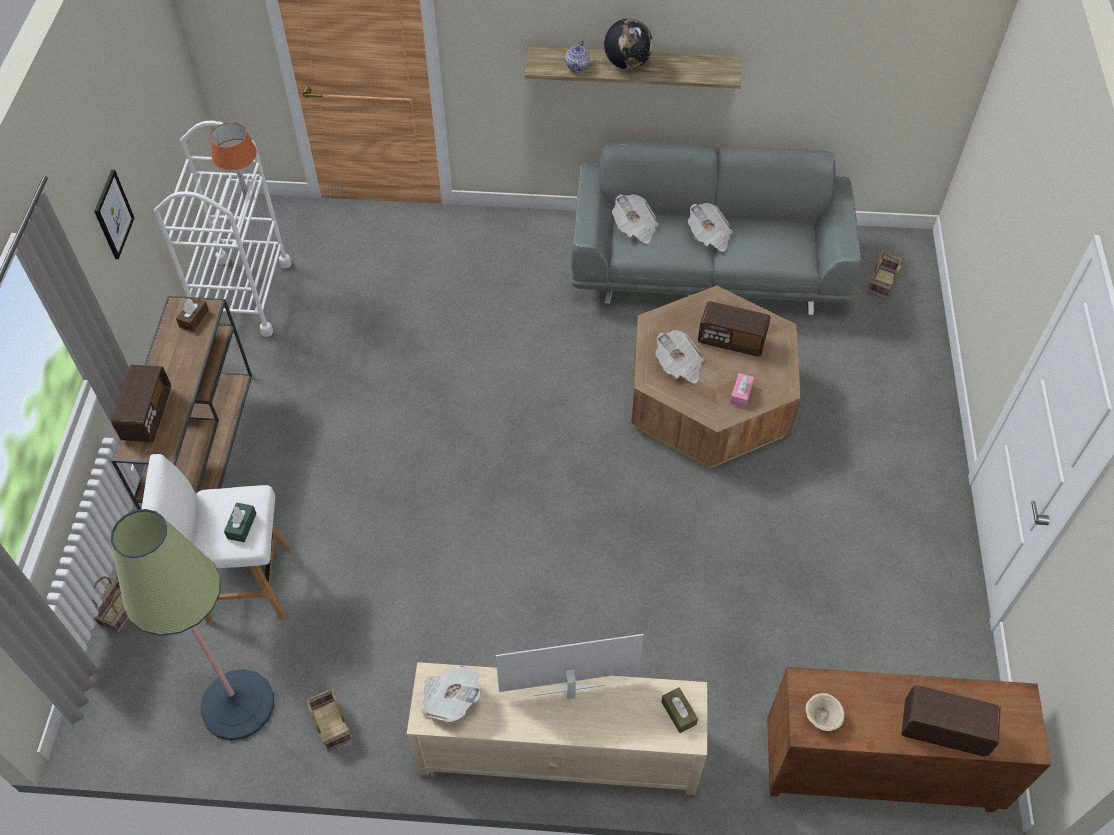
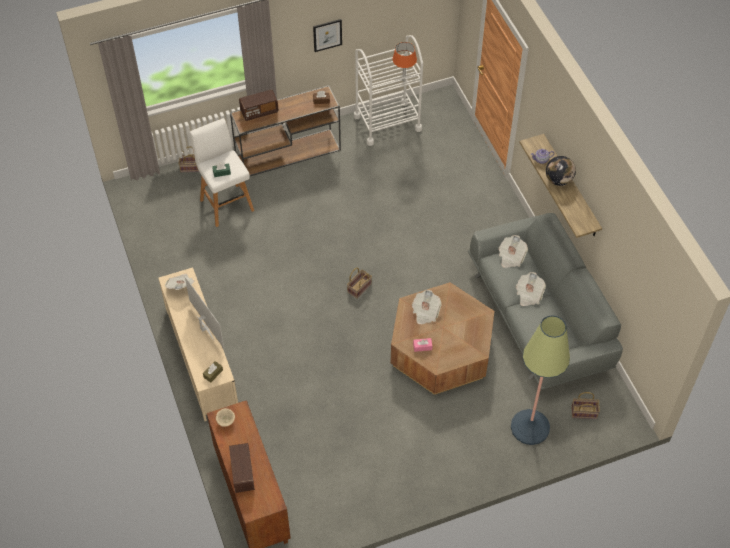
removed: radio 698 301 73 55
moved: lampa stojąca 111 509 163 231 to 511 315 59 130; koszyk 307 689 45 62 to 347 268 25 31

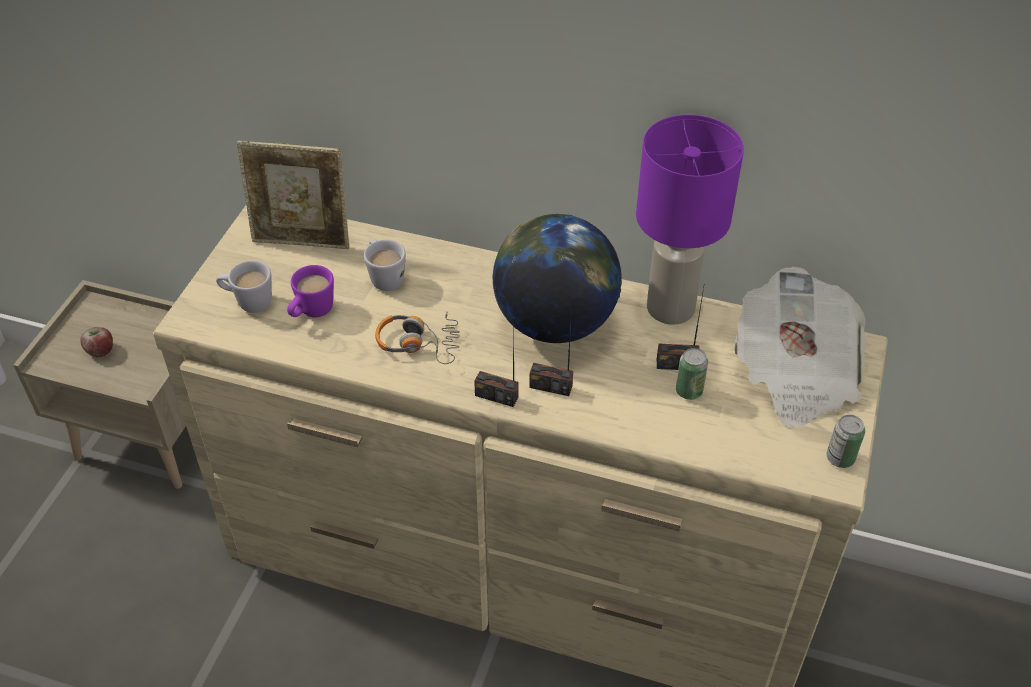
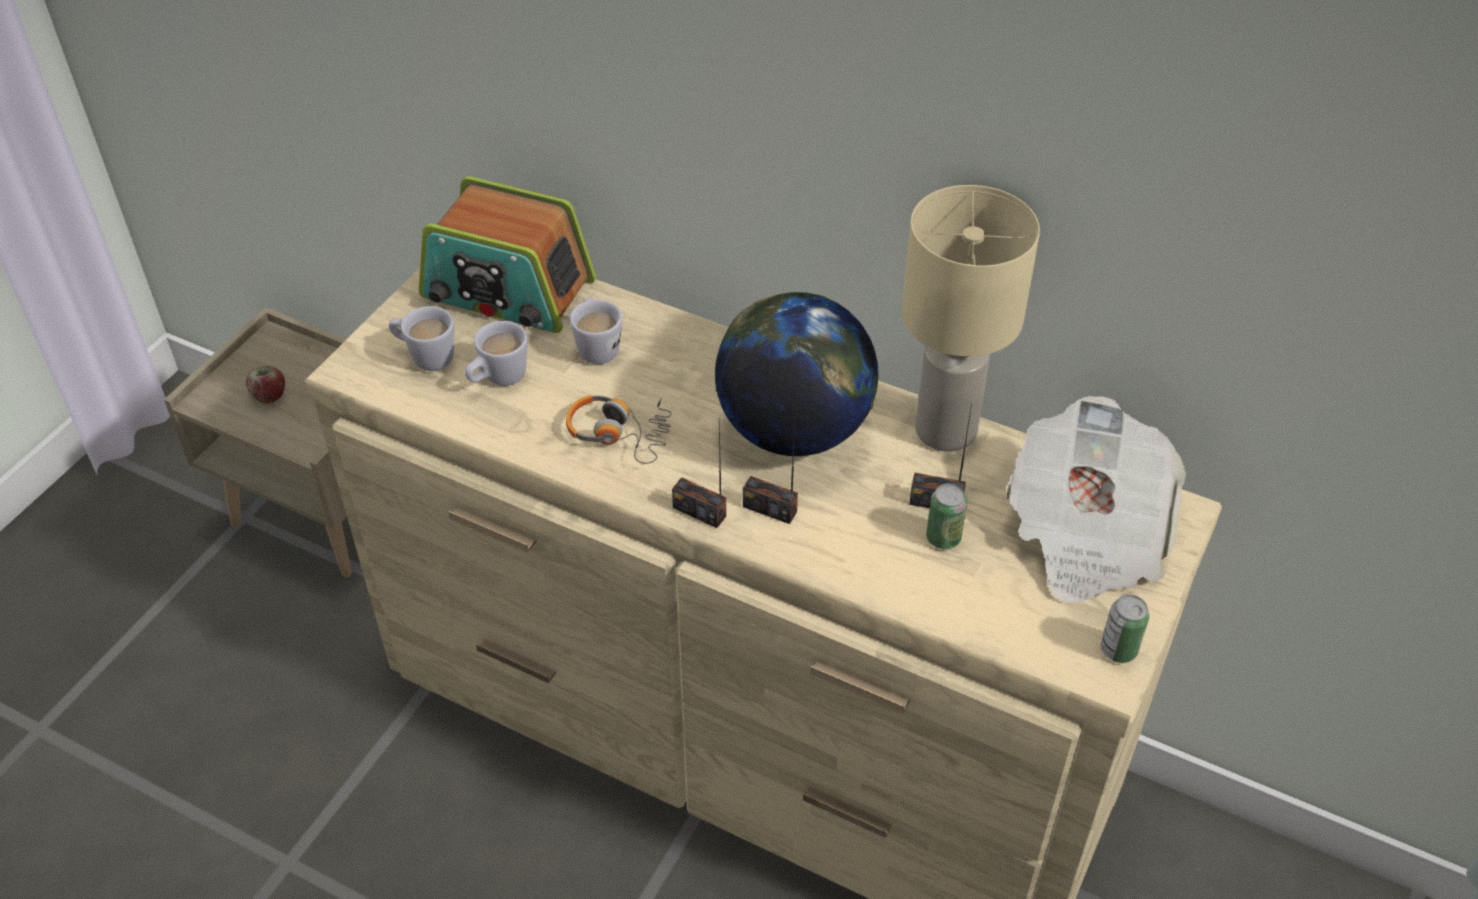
replaced: ramka na zdjęcie 237 140 112 109 to radio 419 176 177 157
recoloured: kubek/fioletowy 287 265 47 52 to kubek/biały 465 321 62 65; lampa stołowa/fioletowy 636 115 108 209 to lampa stołowa/beżowy 901 185 139 267

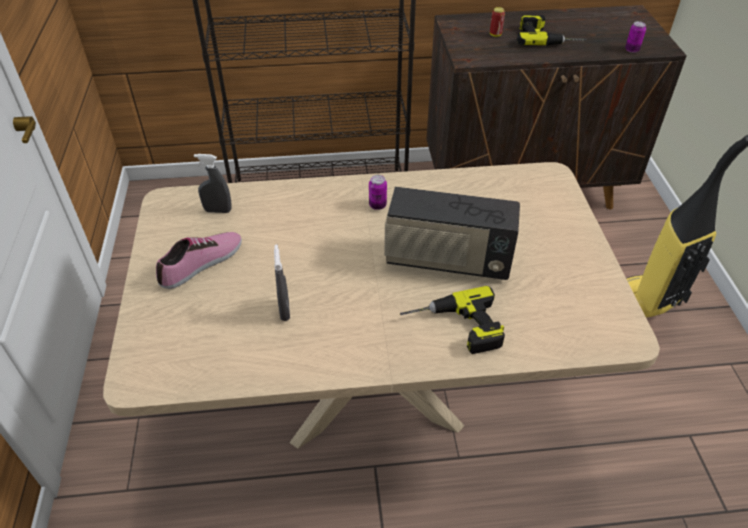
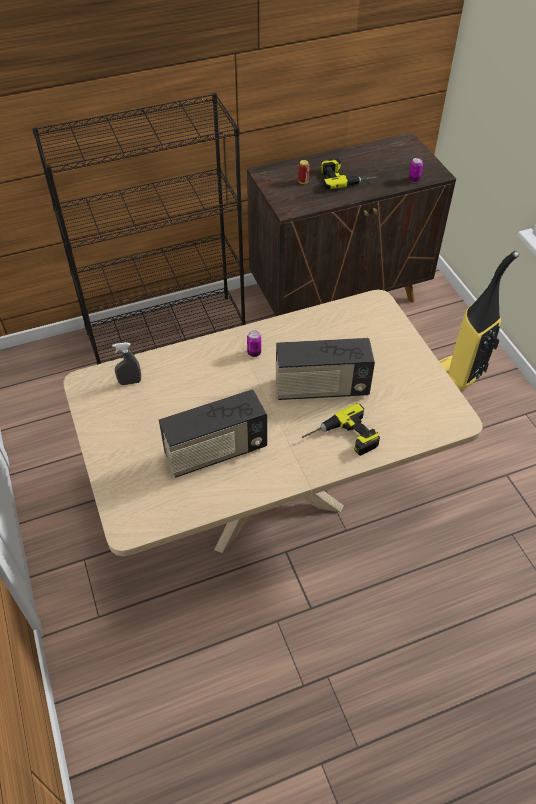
removed: but 156 232 86 57
replaced: spryskiwacz/szary 274 244 16 77 to radio 159 389 108 89

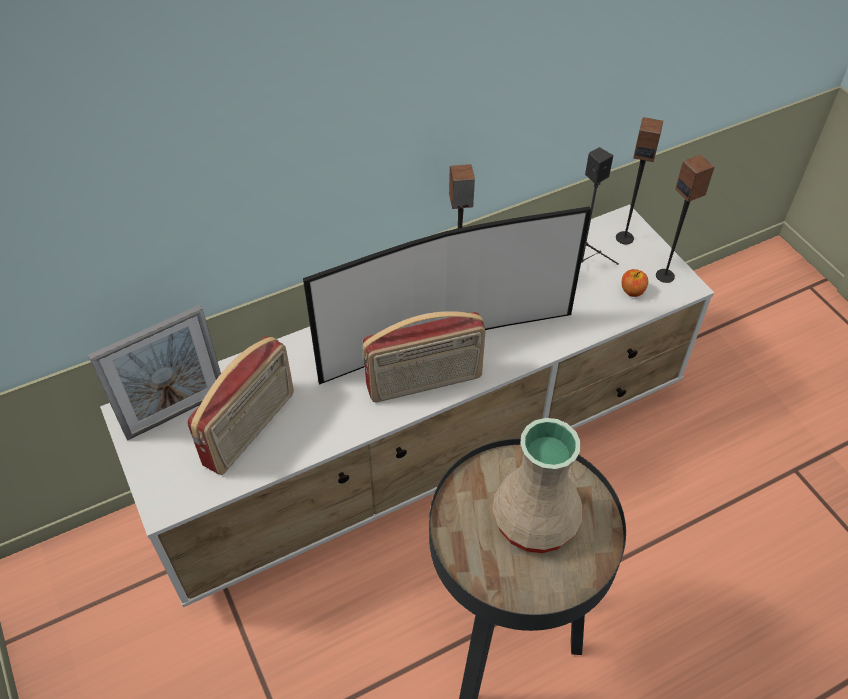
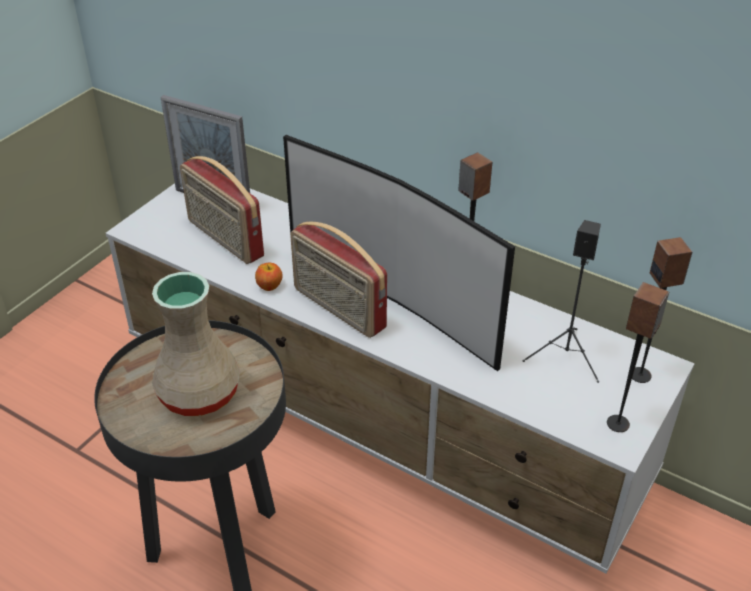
moved: jabłko 622 269 26 28 to 255 263 27 28
turned: radio 187 336 107 139 = 180 156 84 108 45 degrees clockwise

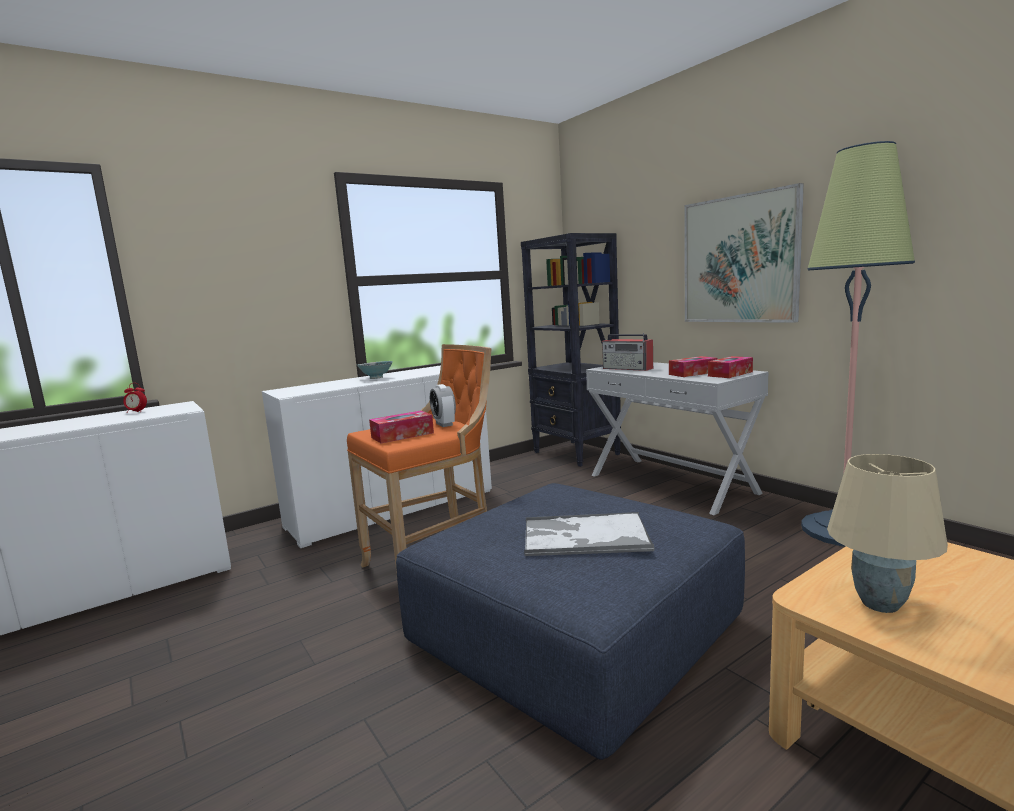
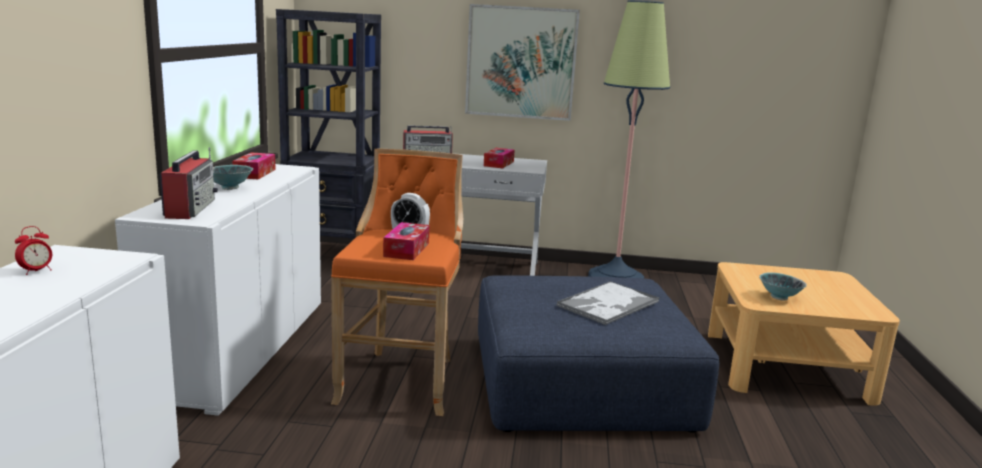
added: radio 160 147 58 72
moved: pudełko chusteczek 708 356 45 22 to 232 152 44 27
replaced: lampa stołowa/beżowy 827 454 121 159 to miska 759 272 48 29

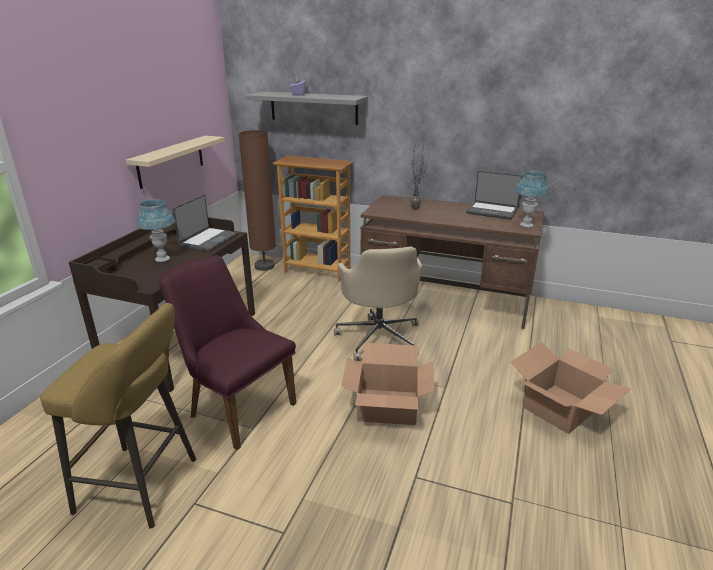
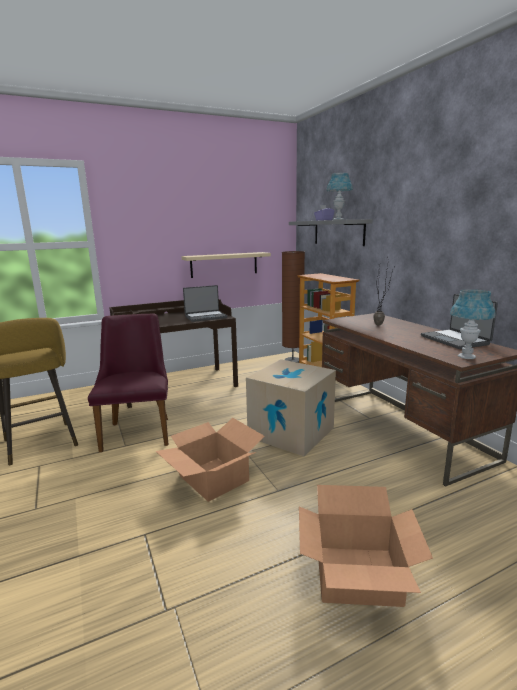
moved: lampa stołowa/niebieski 137 199 38 63 to 326 173 27 47
replaced: krzesło biurowe/beżowy 334 247 88 114 to karton 246 359 90 97

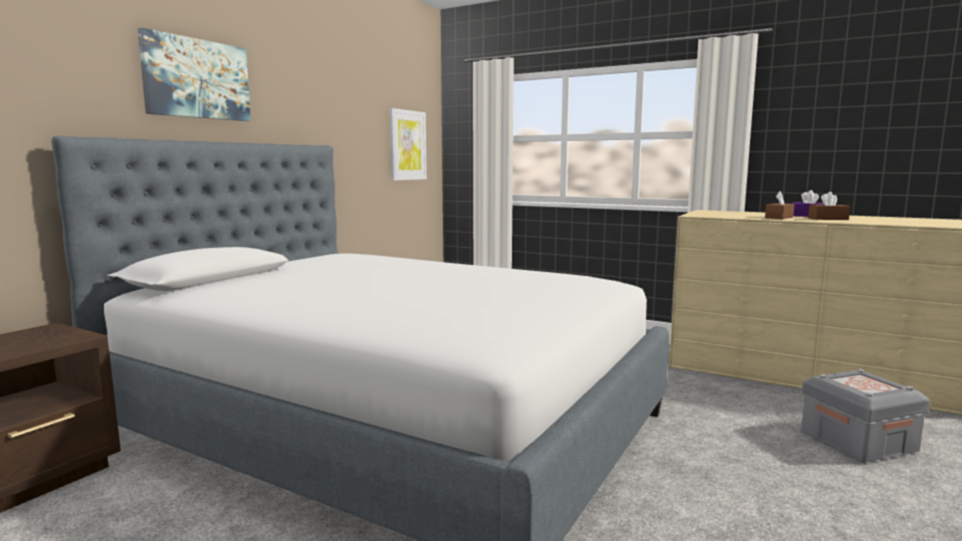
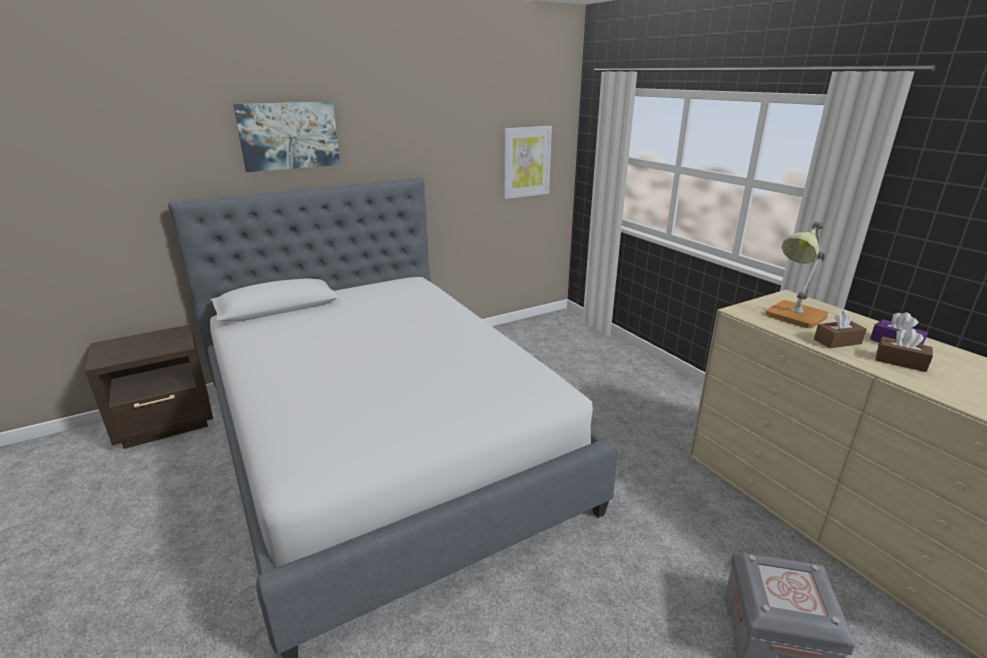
added: lampa stołowa 765 221 63 107

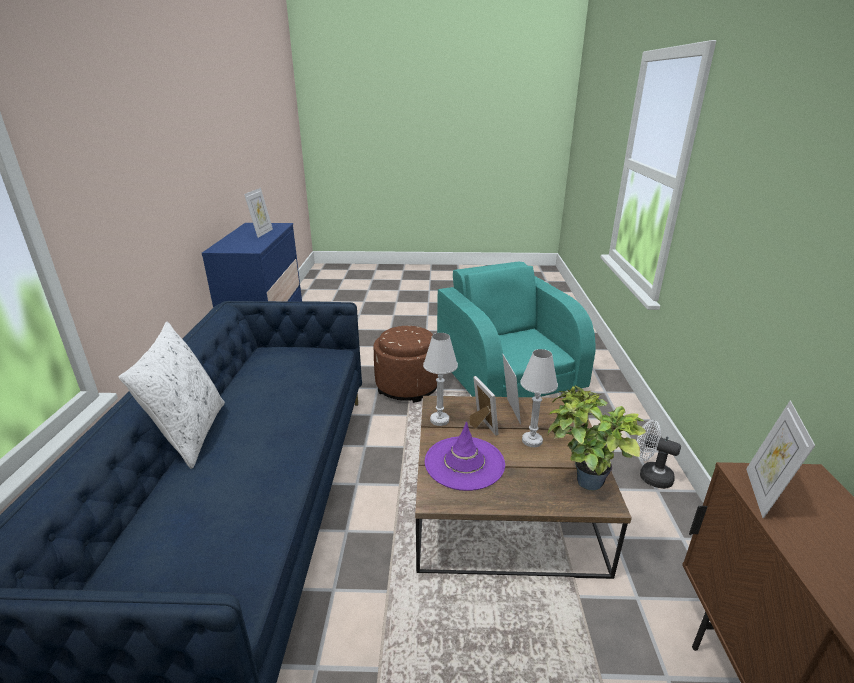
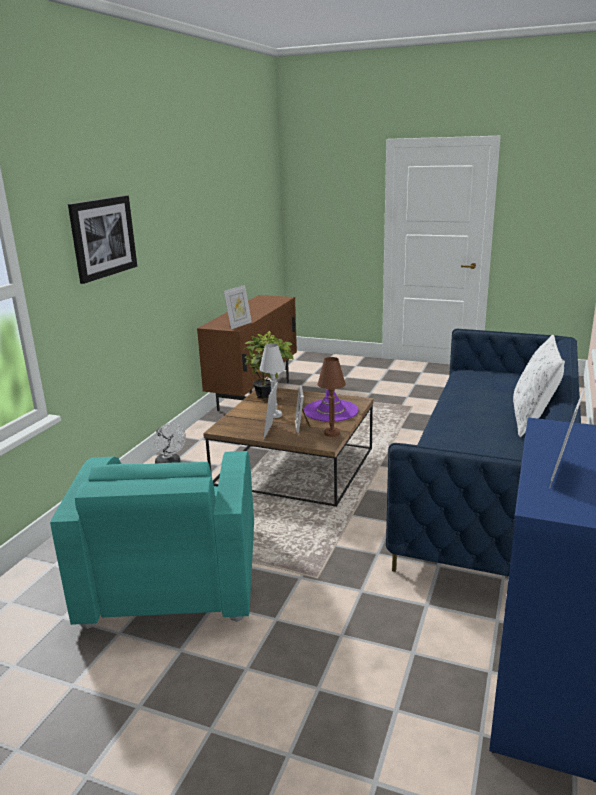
removed: pufa/brązowy 374 326 64 77
added: obraz 68 195 69 89
recoloured: lampa stołowa/biały 423 333 35 93 to lampa stołowa/brązowy 317 357 29 80

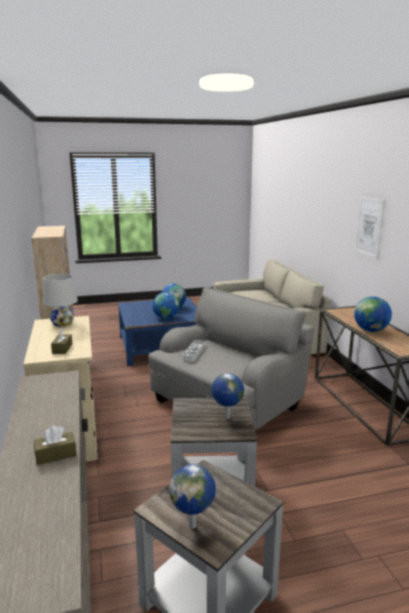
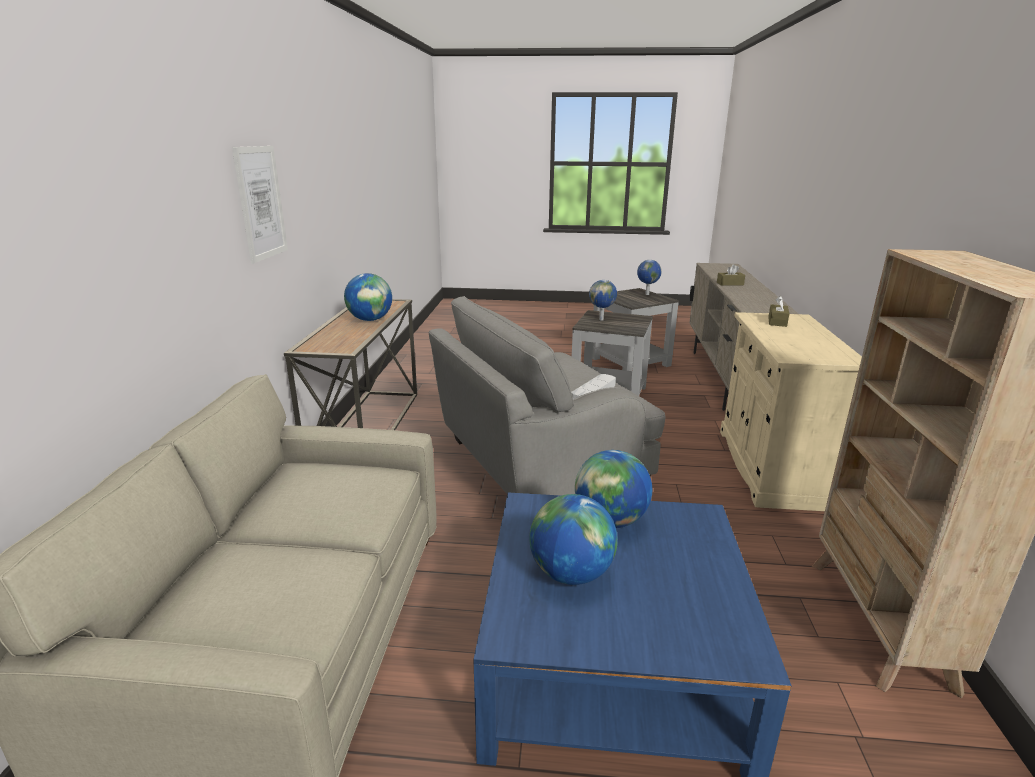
removed: lampa stołowa/biały 43 274 35 53

